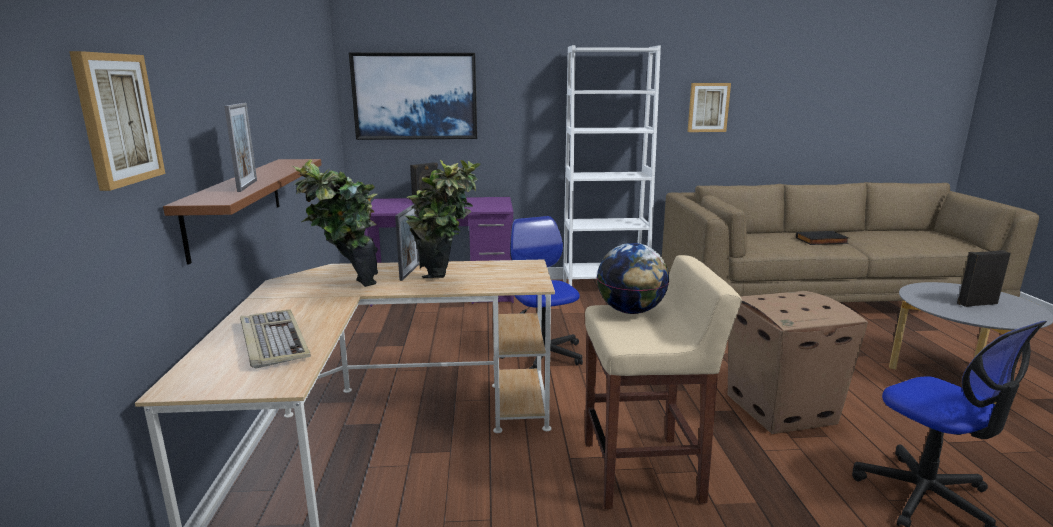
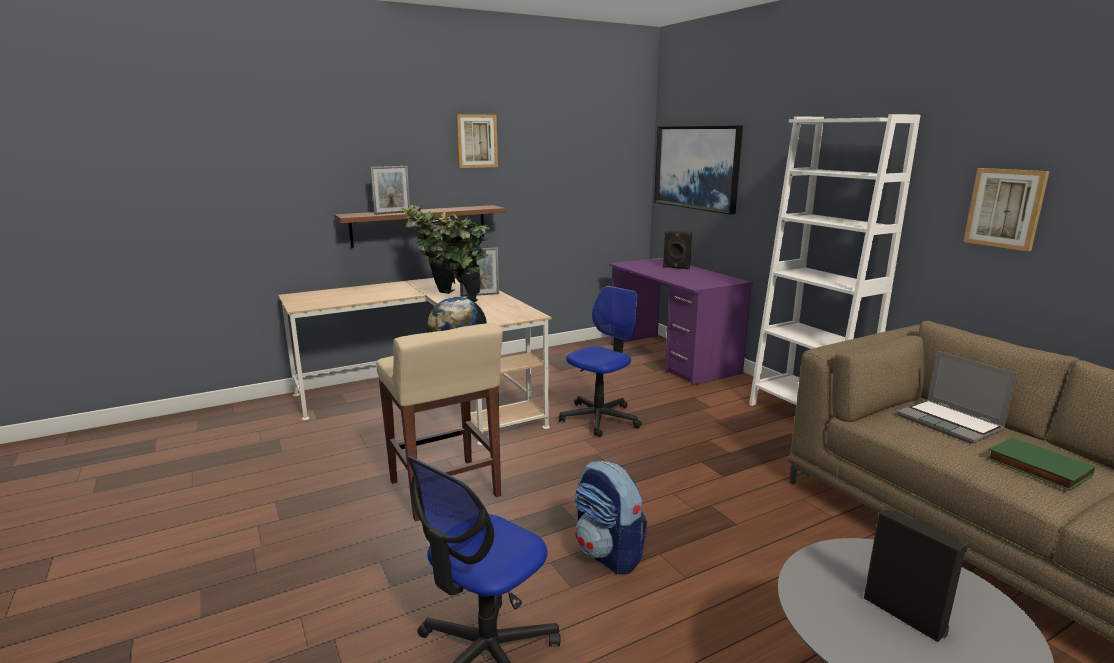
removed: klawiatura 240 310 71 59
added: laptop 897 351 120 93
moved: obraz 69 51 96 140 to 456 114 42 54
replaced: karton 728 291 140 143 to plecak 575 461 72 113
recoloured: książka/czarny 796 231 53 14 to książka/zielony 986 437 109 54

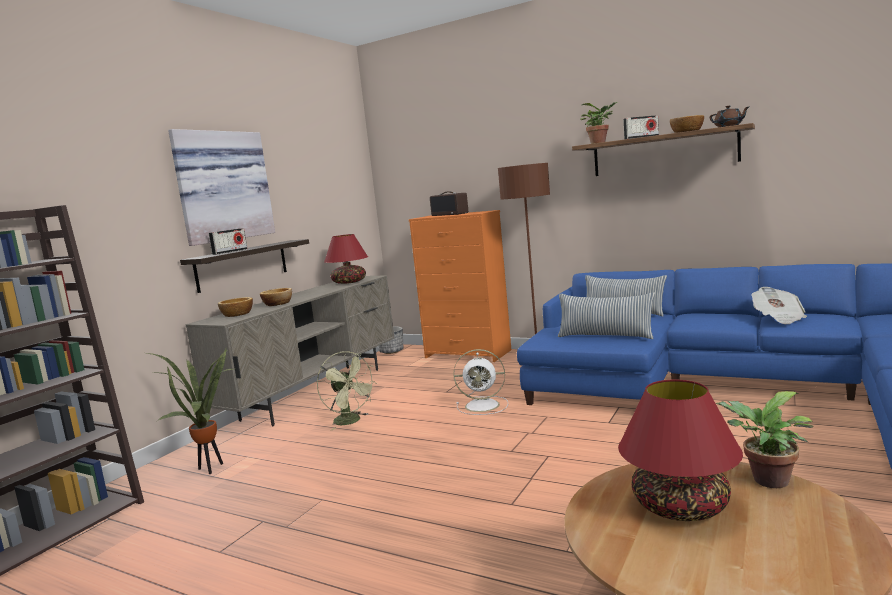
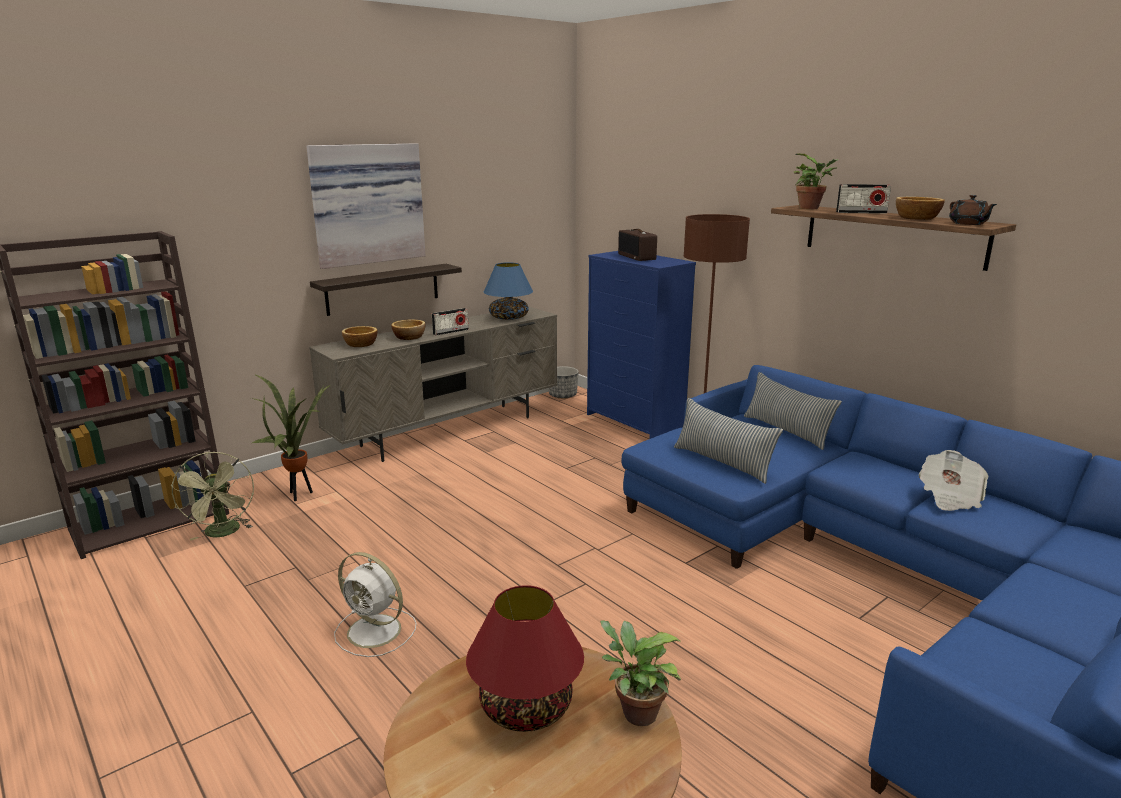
moved: radio 209 228 38 27 to 432 308 37 28; wentylator/zielony 317 351 60 79 to 171 452 83 89; wentylator/biały 453 349 55 66 to 334 552 82 105
recoloured: lampa stołowa/czerwony 324 234 44 50 to lampa stołowa/niebieski 484 262 49 58; komoda/pomarańczowy 409 210 102 152 to komoda/niebieski 587 251 109 188

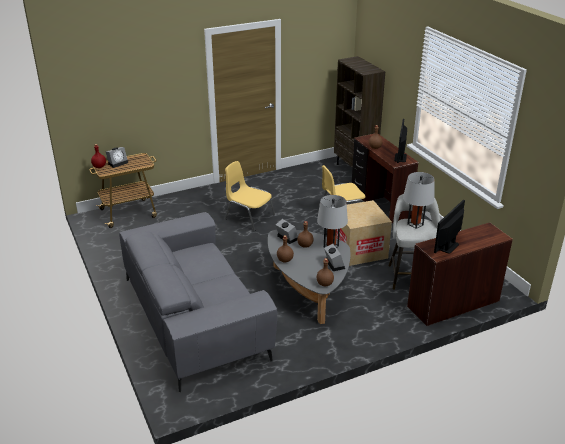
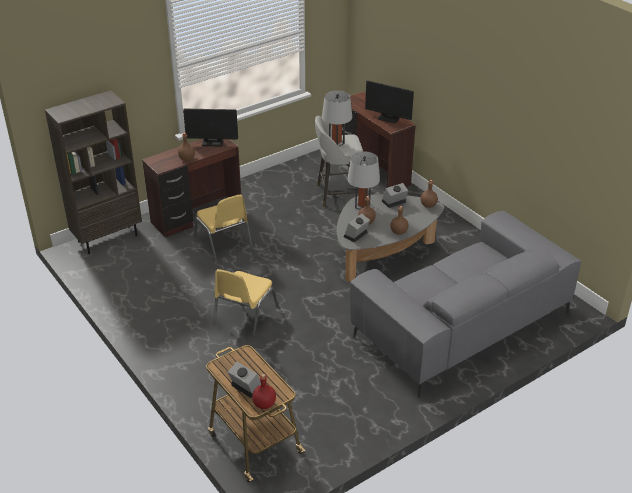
removed: karton 336 200 56 66

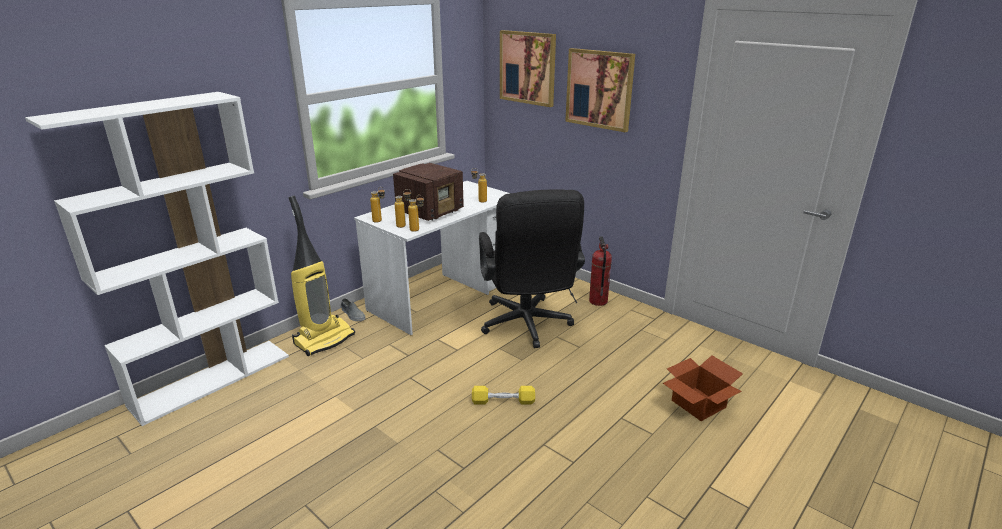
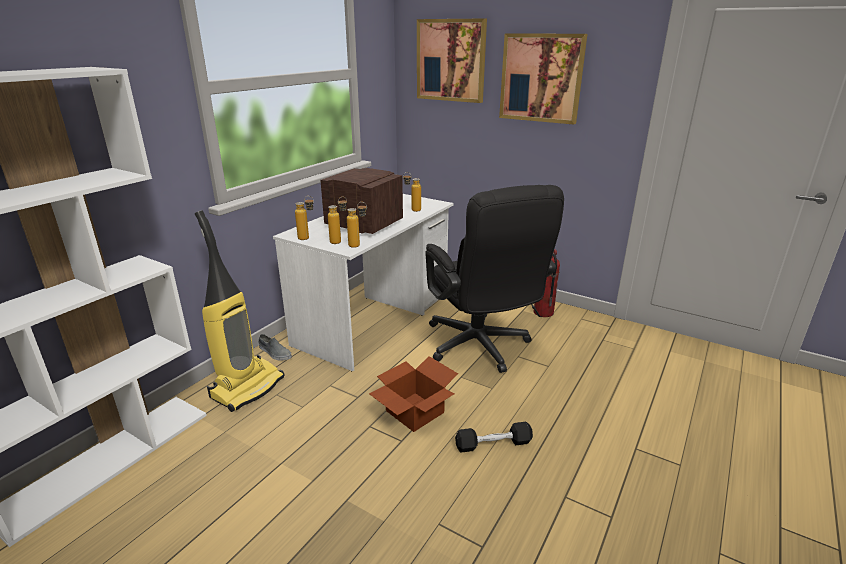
moved: karton 663 355 80 66 to 369 356 89 76
recoloured: hantel/żółty 472 386 63 18 to hantel/czarny 455 422 78 31
turned: radio 393 163 71 58 = 321 168 82 66 90 degrees counterclockwise

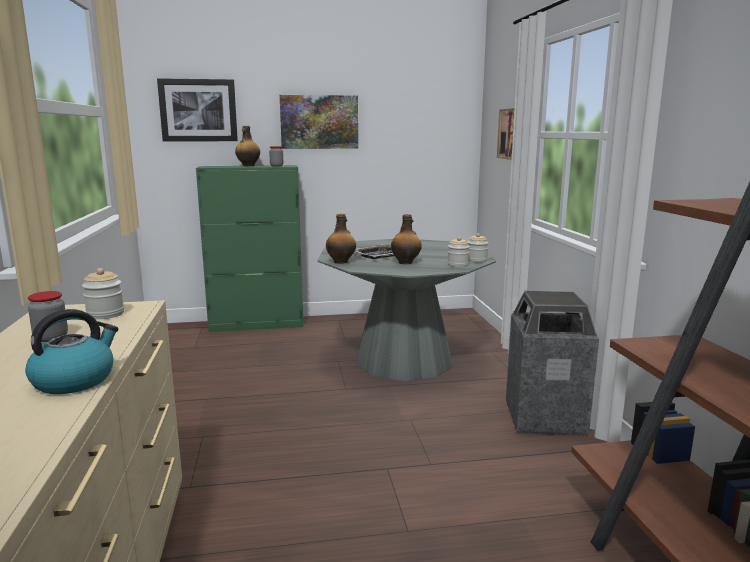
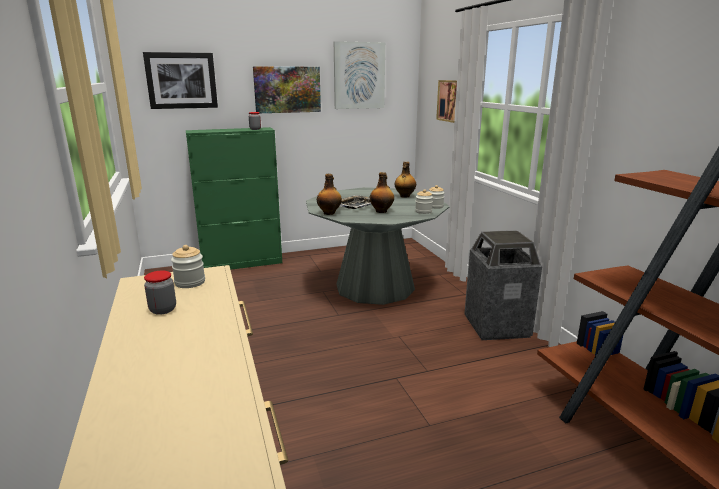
removed: czajnik 25 309 93 85
added: obraz 334 41 51 68
moved: butelka 235 126 25 40 to 395 162 21 36

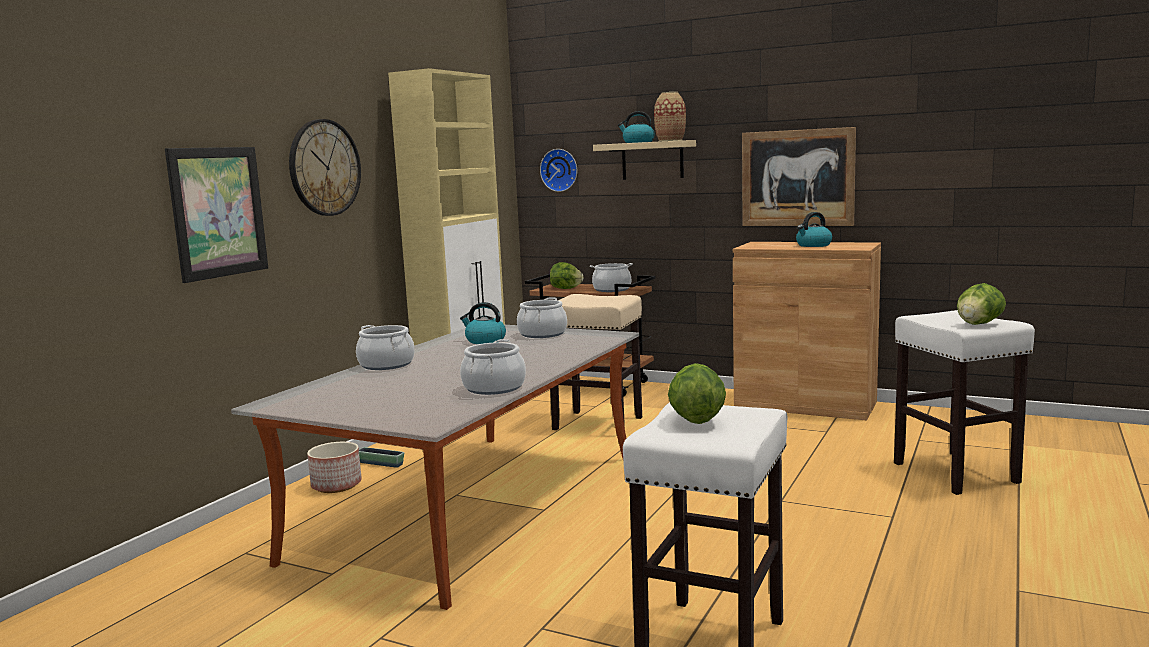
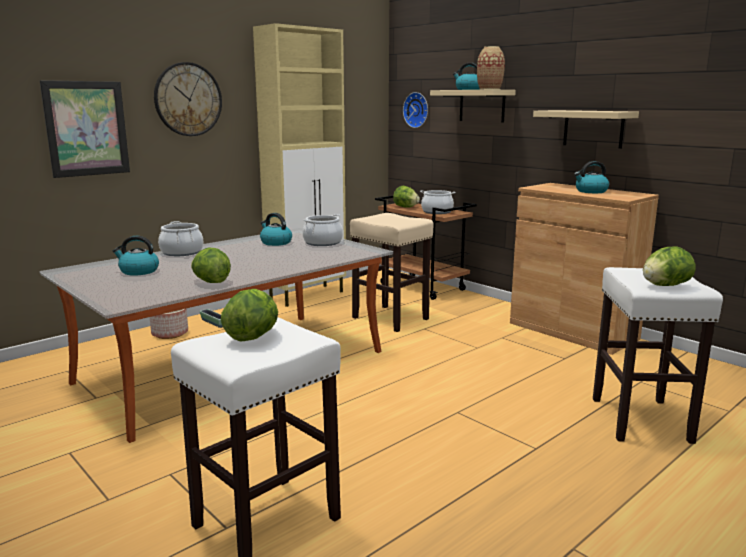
added: czajnik 113 236 46 40
replaced: garnek 460 339 66 56 to sałata 191 248 40 35; obraz 742 127 114 99 to półka/beżowy 533 110 106 39

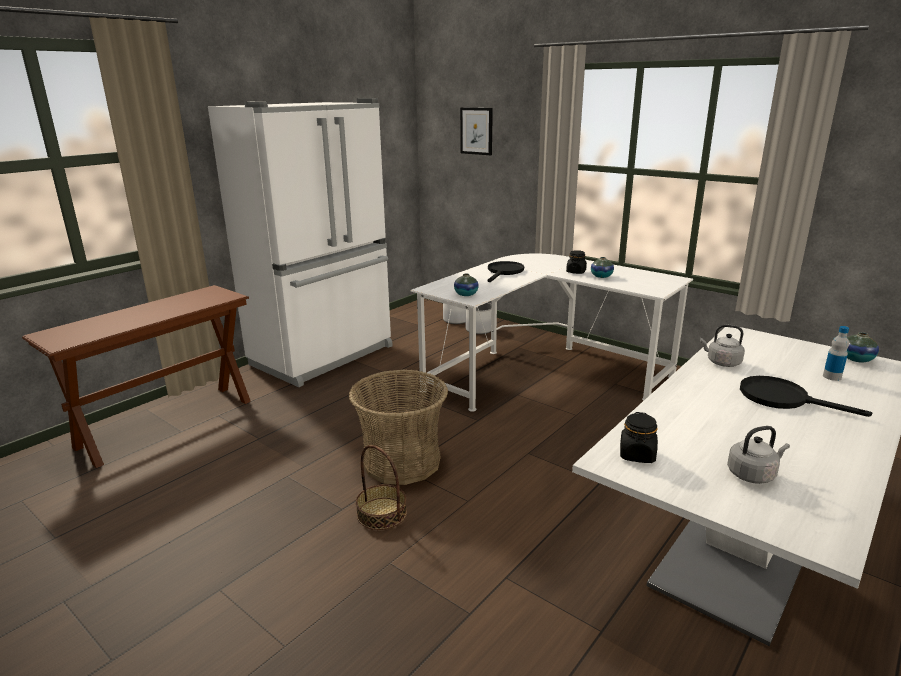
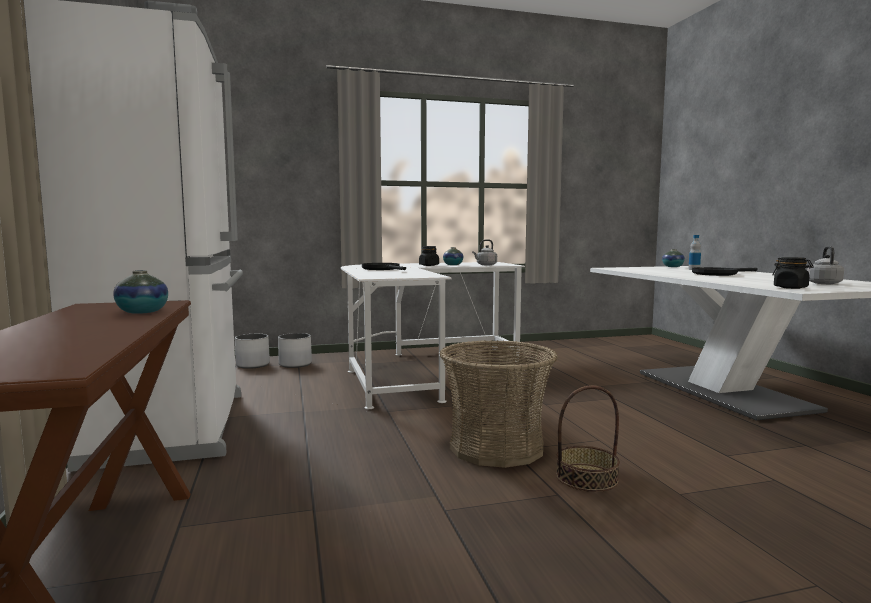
removed: obraz 460 108 33 47
moved: wazon 454 274 25 22 to 113 270 55 44; czajnik/szary 700 325 45 42 to 472 239 25 26

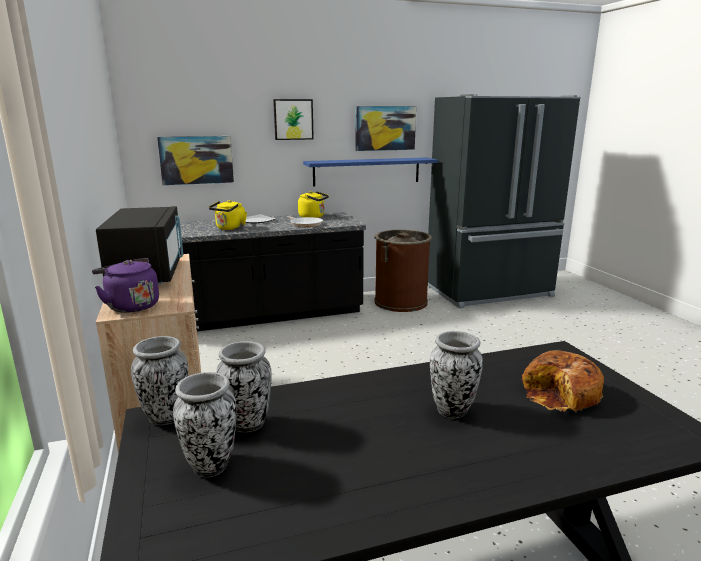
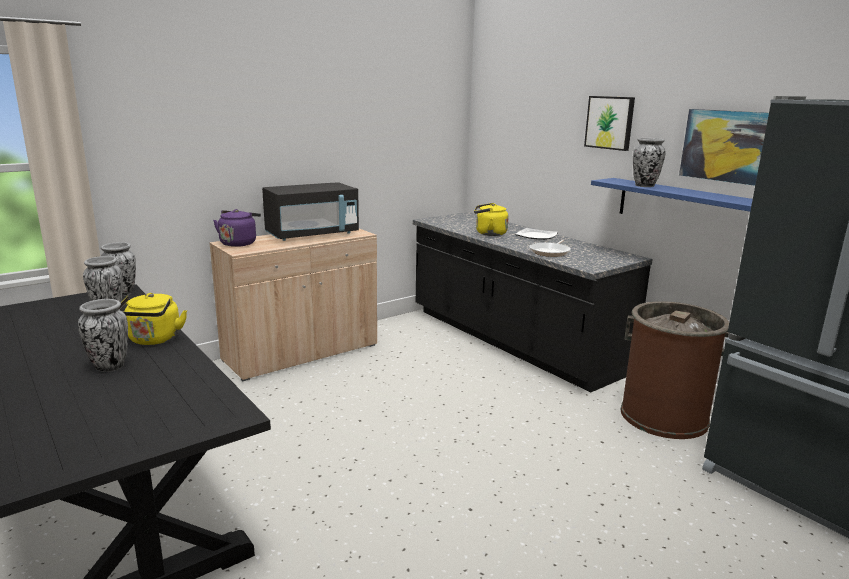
removed: obraz 157 136 77 49; chleb 522 350 82 62
moved: wazon 173 372 64 105 to 633 138 32 49; czajnik/żółty 298 191 31 27 to 118 293 69 52

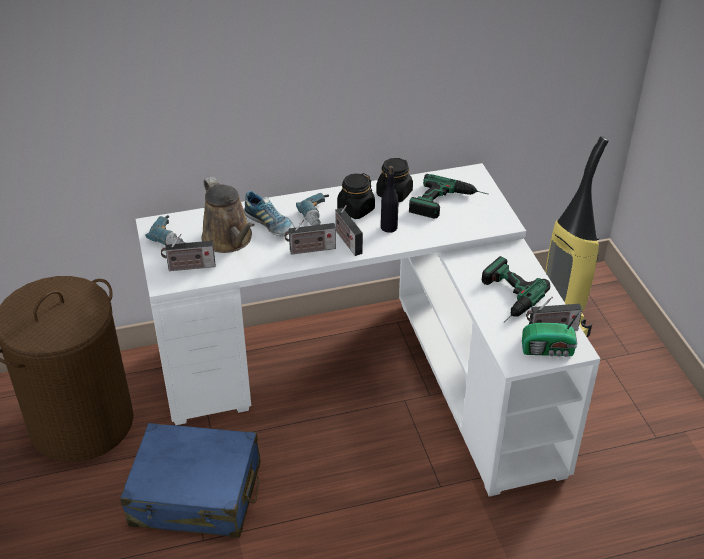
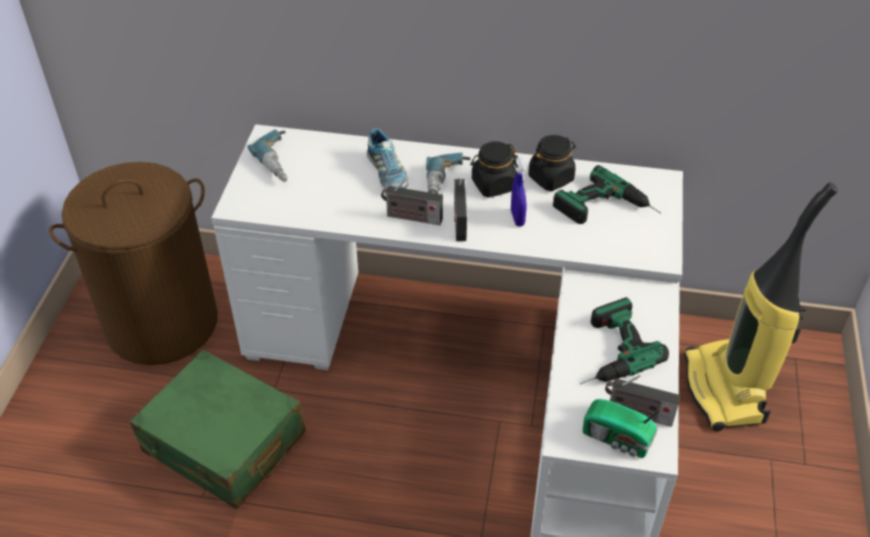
removed: radio 161 234 55 37; konewka/brązowy 201 177 54 76
replaced: butelka/czarny 381 166 18 67 to spryskiwacz/niebieski 511 157 15 69
recoloured: walizka/niebieski 120 423 140 115 to walizka/zielony 130 350 176 159

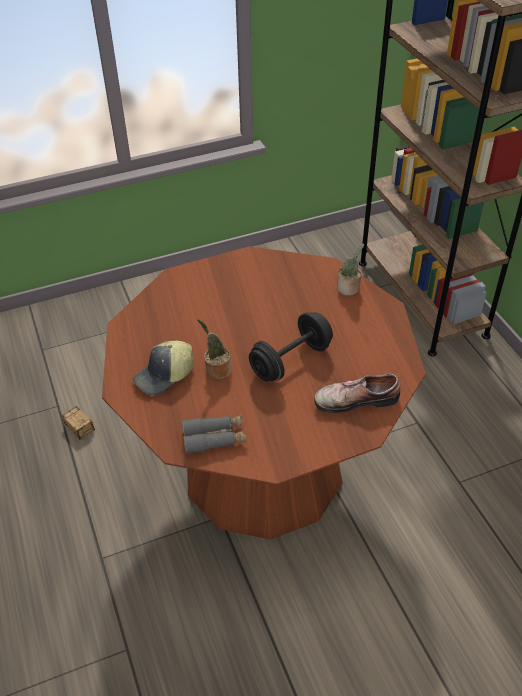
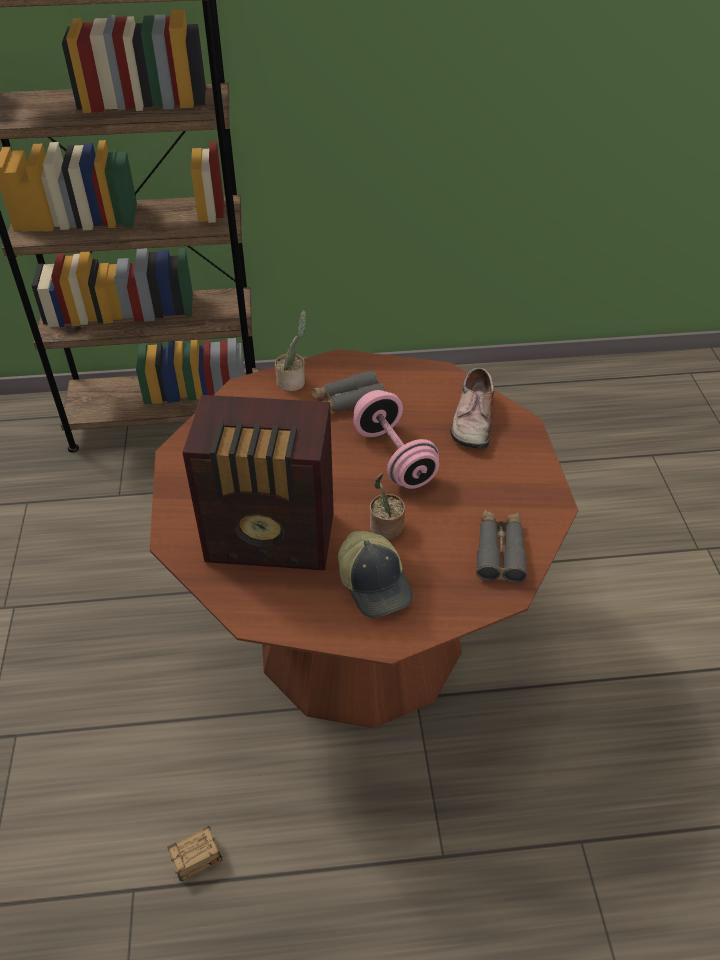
added: radio 182 395 152 175; lornetka/szary 311 370 74 41
recoloured: hantel/czarny 249 312 84 69 to hantel/różowy 353 390 86 99

